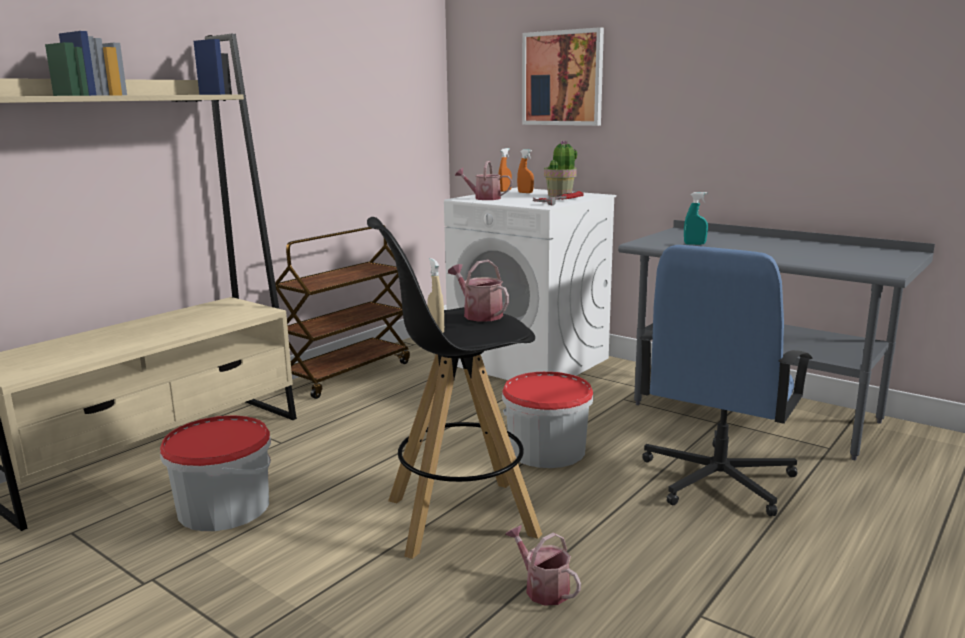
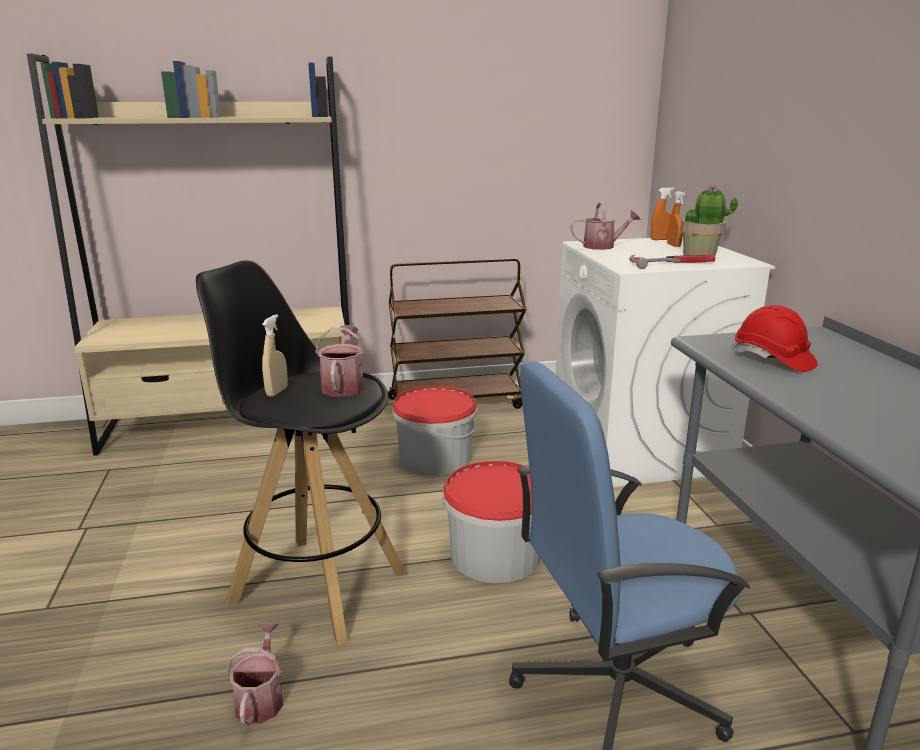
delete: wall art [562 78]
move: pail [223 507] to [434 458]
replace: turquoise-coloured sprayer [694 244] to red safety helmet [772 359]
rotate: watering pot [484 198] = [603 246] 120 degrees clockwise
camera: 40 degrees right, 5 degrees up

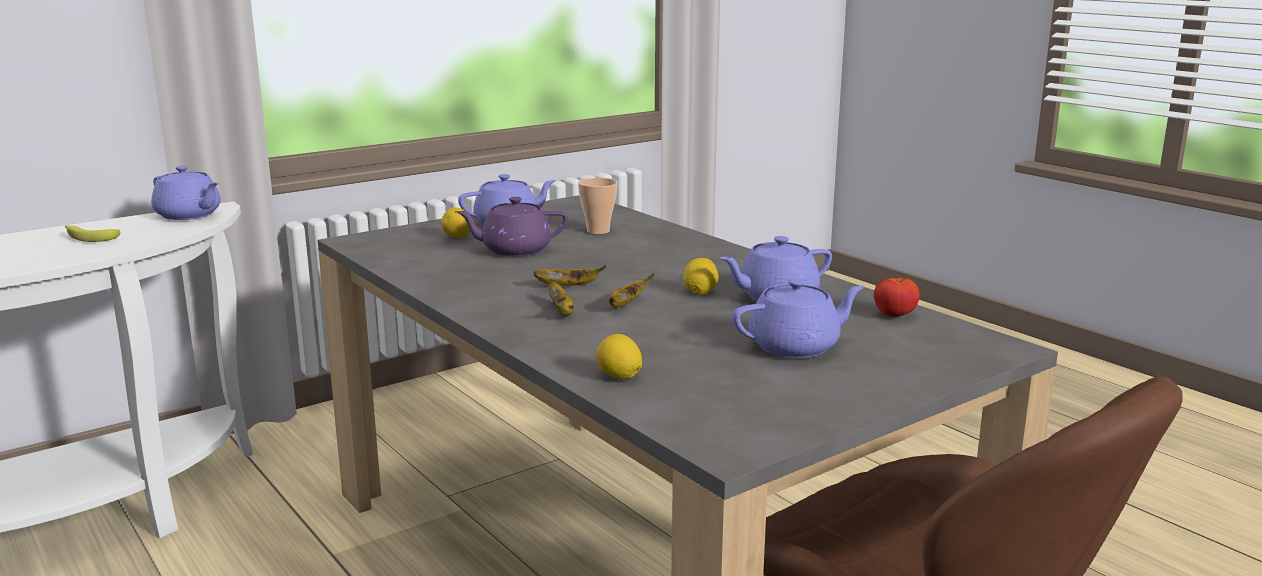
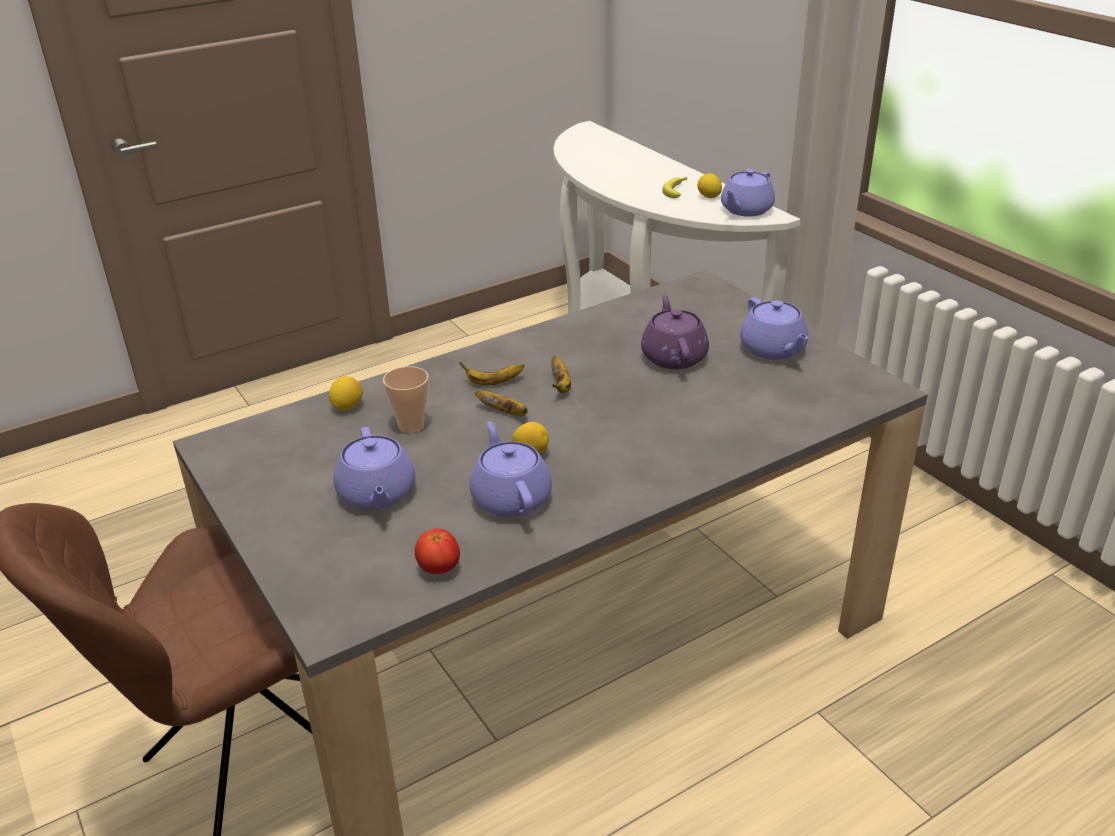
move: citrus fruit [458 237] to [709 197]; cup [598 231] to [411 426]
camera: 95 degrees right, 15 degrees up

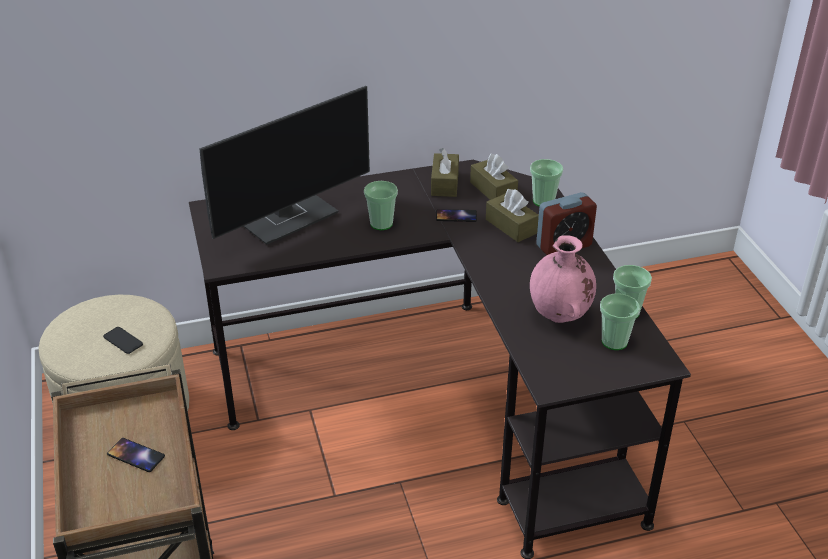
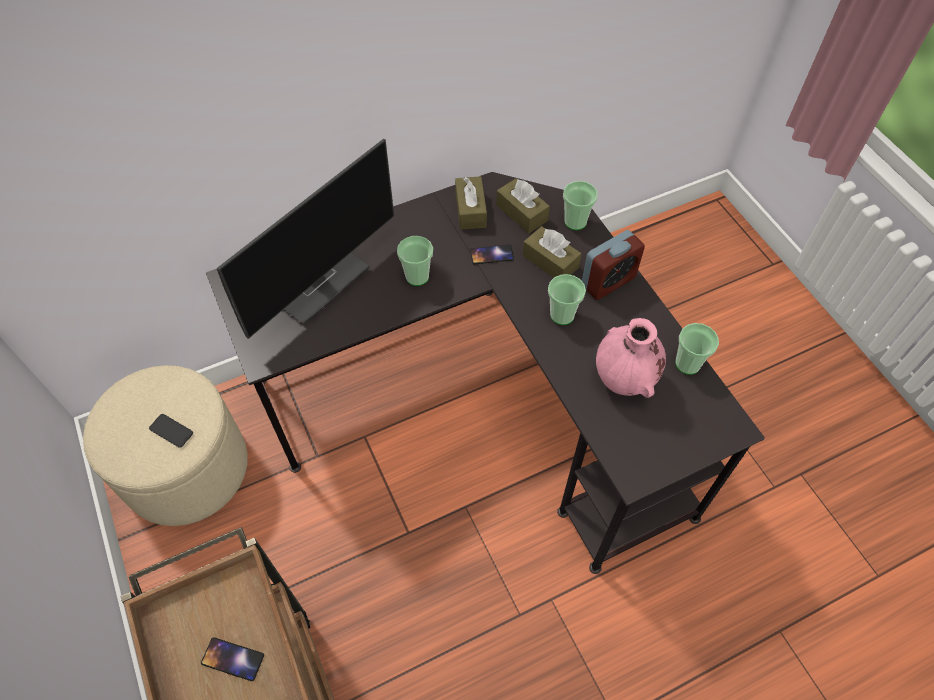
move: cup [614 341] to [562 315]
camera: 10 degrees left, 20 degrees up

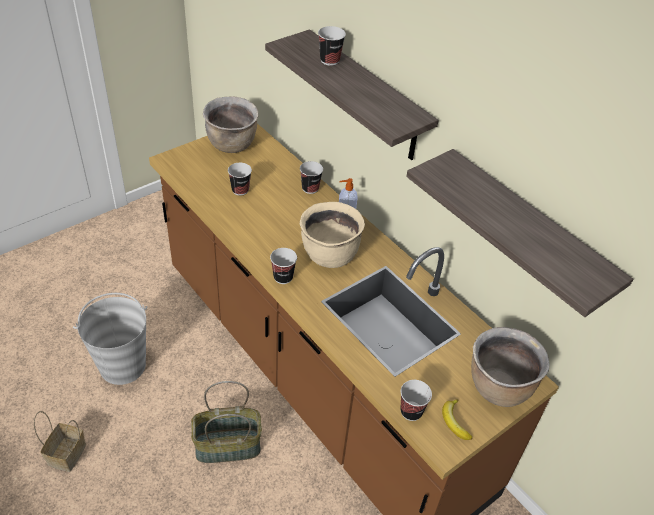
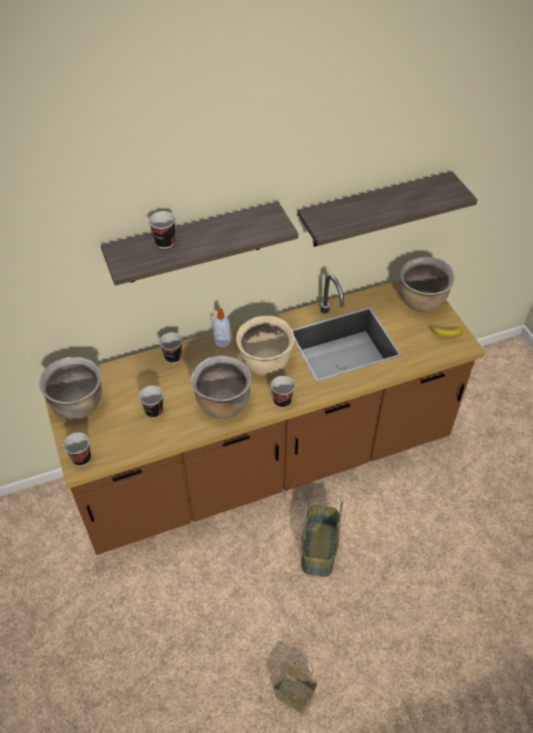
delete: gray pail [123 365]
insert: brownish stockpot [222 404]
move: cup [411 411] to [81 458]
camera: 70 degrees left, 5 degrees up

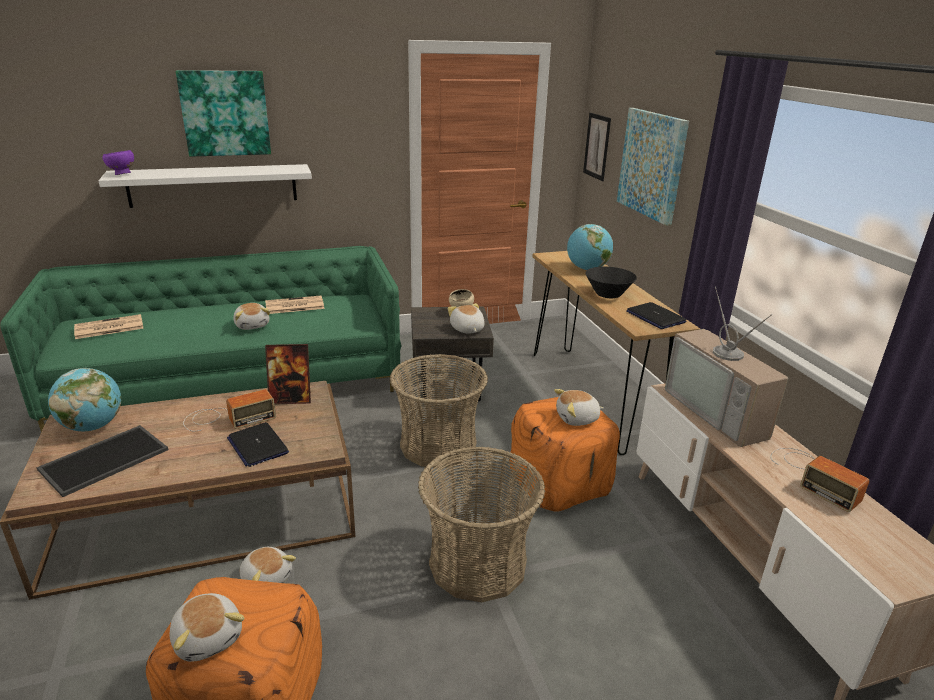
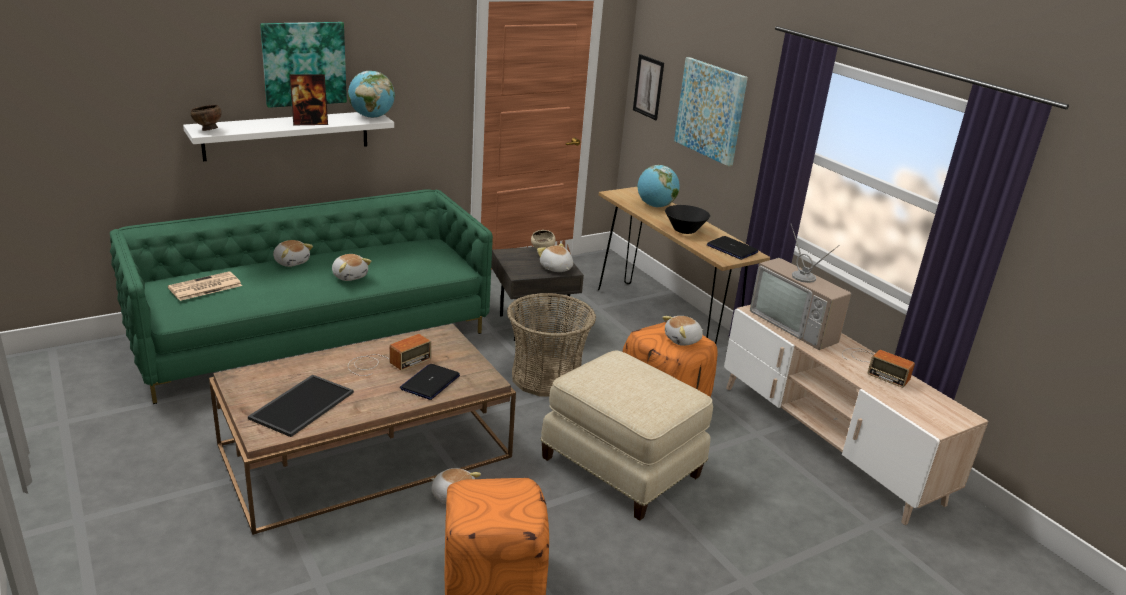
delete: newspaper [293 306]
move: world globe [92 426] to [371 117]; soft toy [209 637] to [292 262]; standing frame [291 399] to [310 123]
replace: storage basket [478 563] to beige pouffe [622 465]
recolor: purplish serving bowl [121 175] to brownish serving bowl [208 130]
rotate: portable computer [257 445] = [430 382] 75 degrees clockwise
camera: 15 degrees left, 0 degrees up

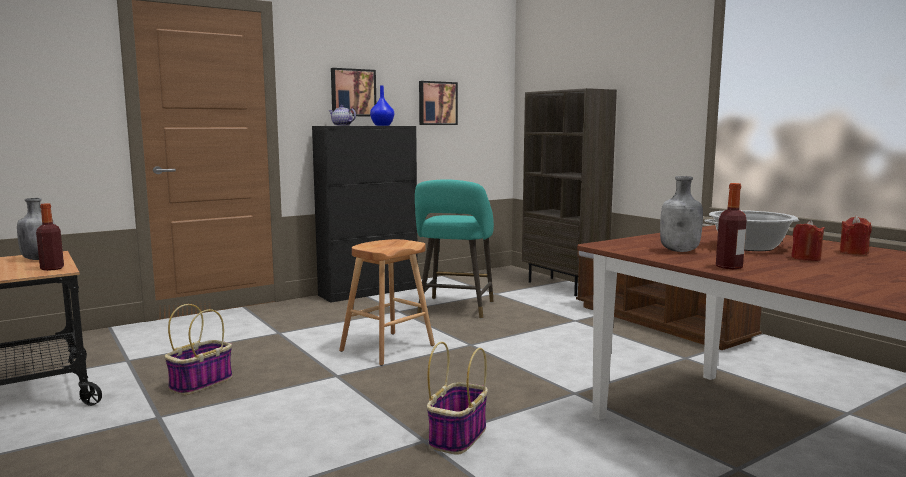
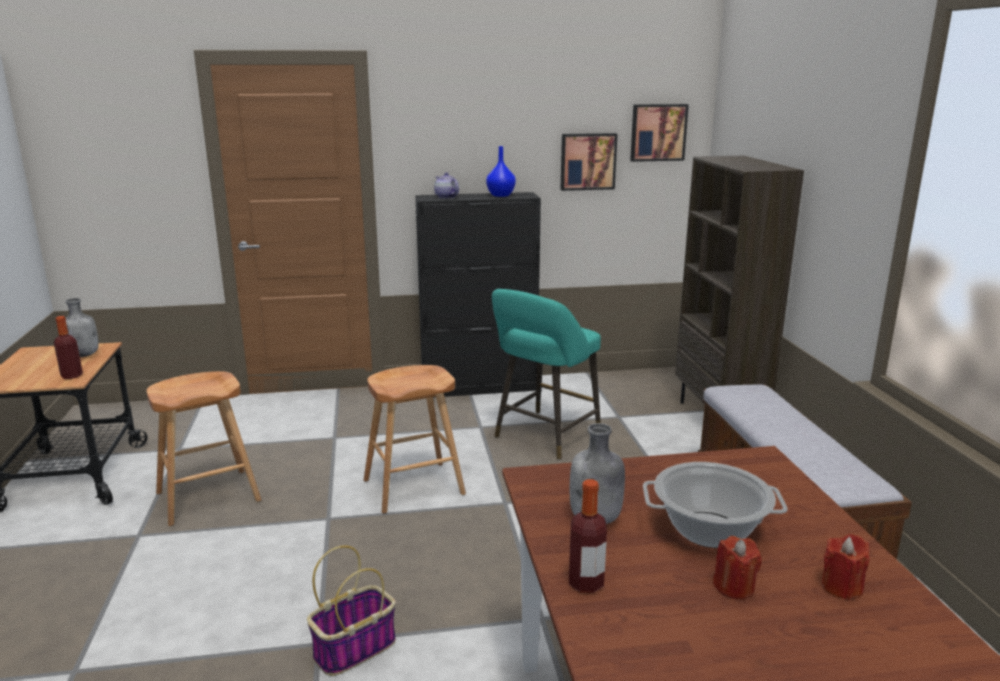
move: wall art [352 92] to [657 132]
replace: storage basket [201 383] to brownish stool [208 497]
camera: 25 degrees right, 10 degrees up

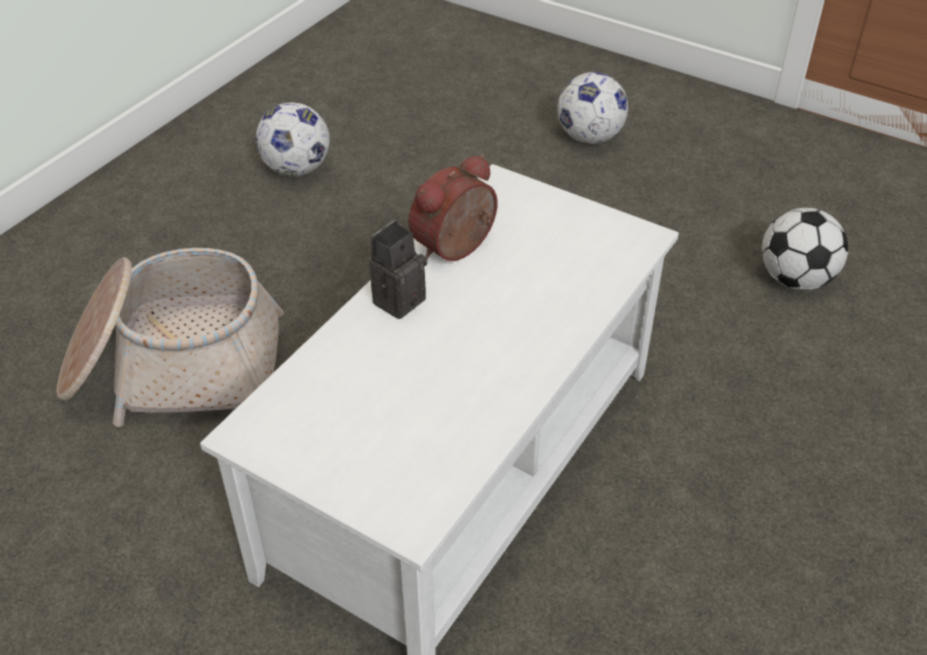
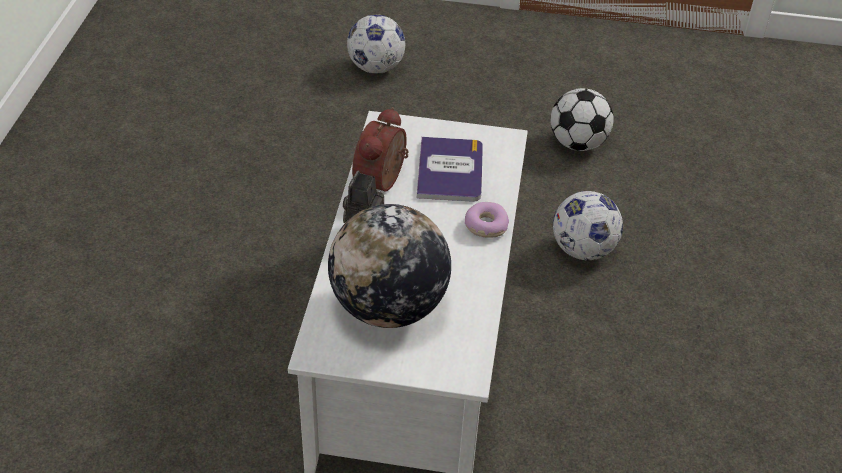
delete: storage basket [175 367]
insert: world globe [389 307]; bound book [450 170]; donut [485 225]
move: football [296 169] to [582 250]
camera: 25 degrees left, 0 degrees up

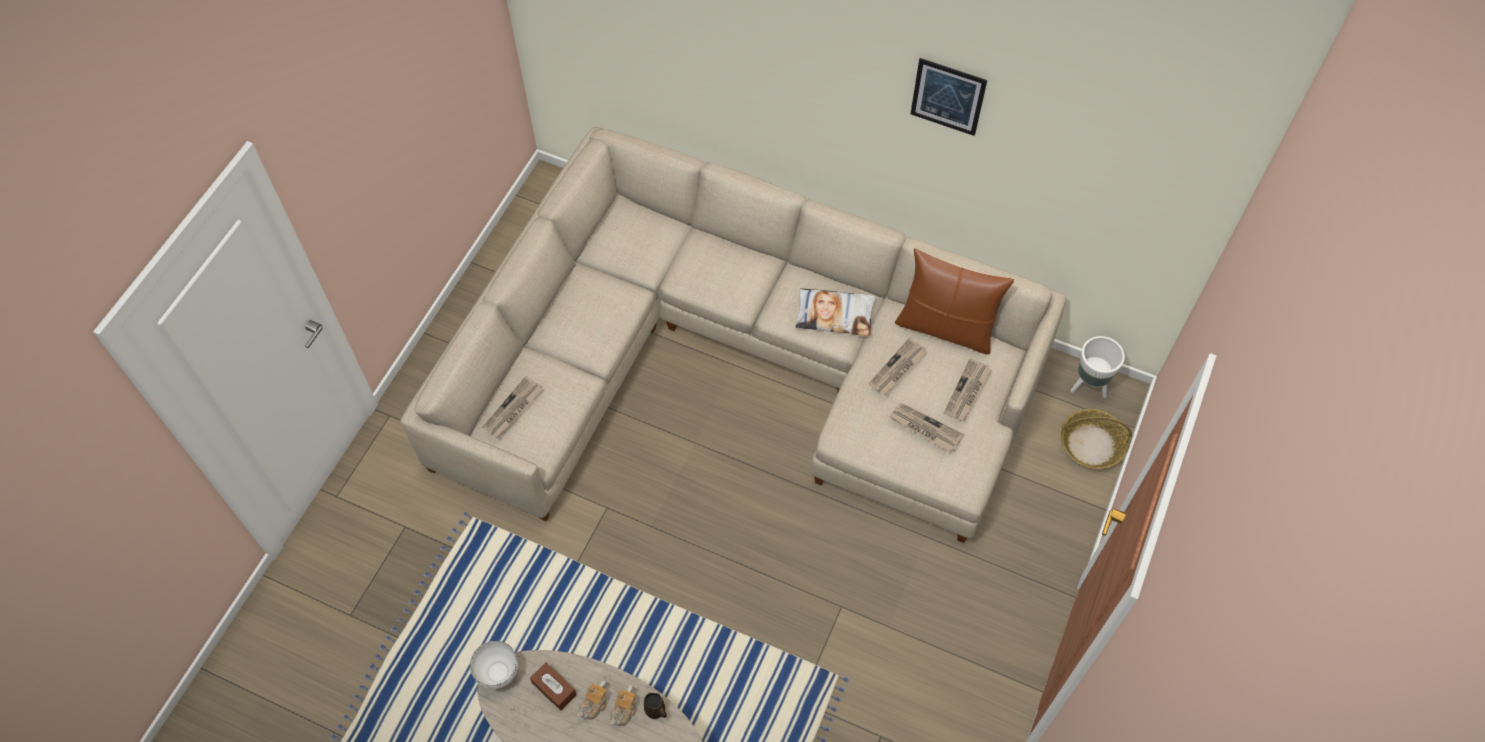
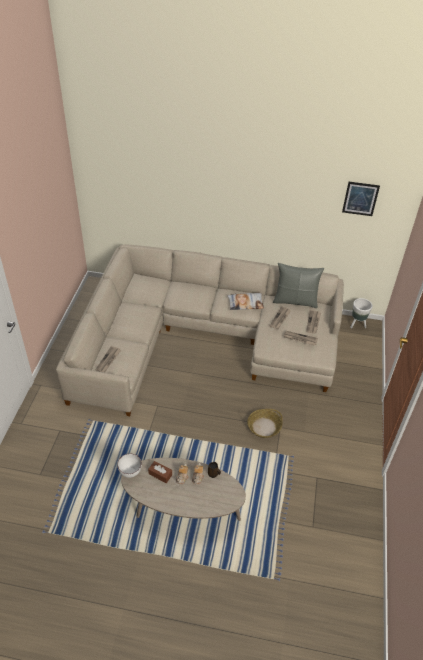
move: wall art [948 96] to [360 198]; storage basket [1091 444] to [264 427]
recolor: brownish throw pillow [946 327] to gray throw pillow [295 301]
camera: 15 degrees left, 15 degrees down

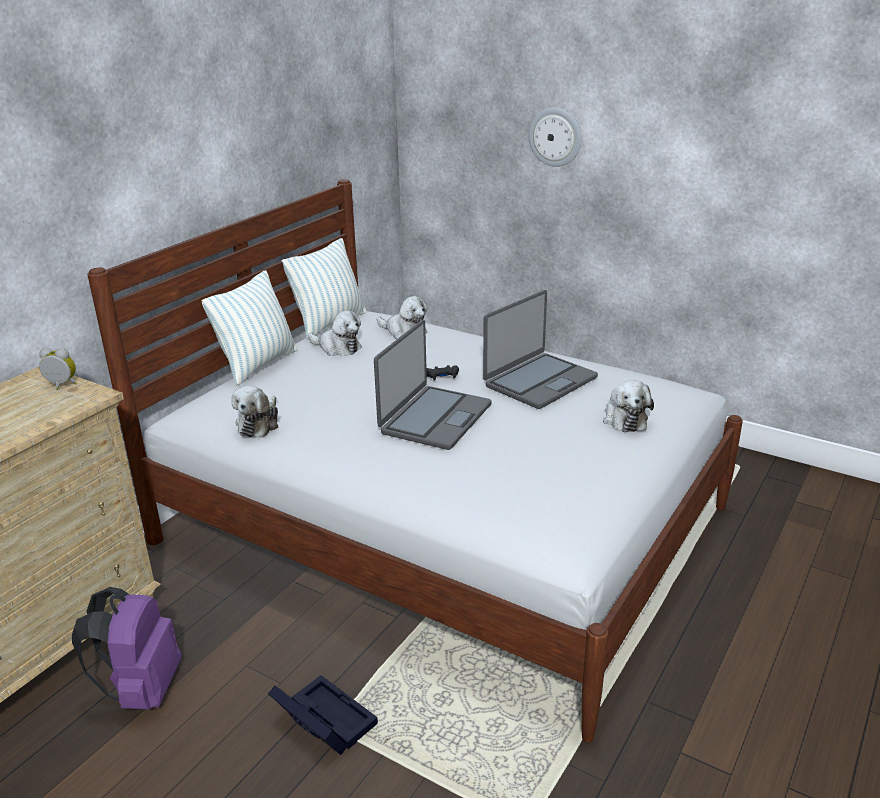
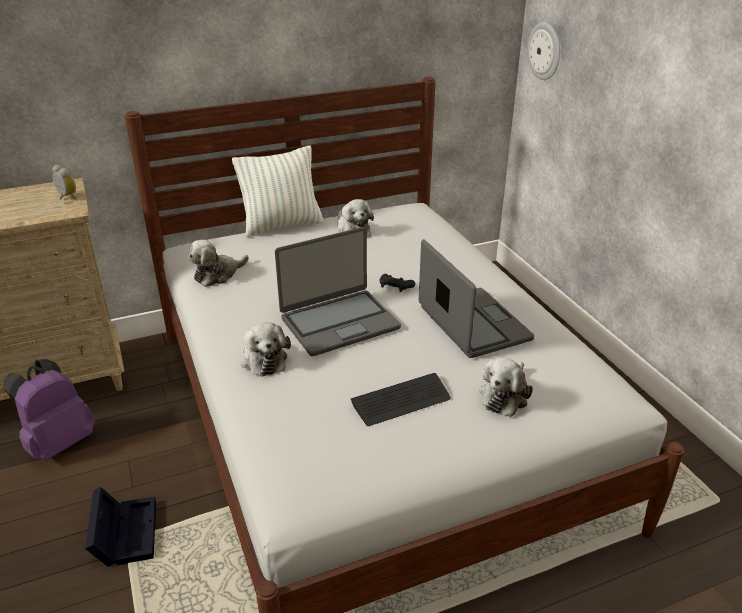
delete: throw pillow [329 323]
insert: PC keyboard [401 401]
move: soft toy [404 332] to [264 359]; wall clock [555 137] to [545 51]
rotate: portable computer [539 381] = [472 324] 105 degrees counterclockwise
camera: 35 degrees right, 5 degrees up

